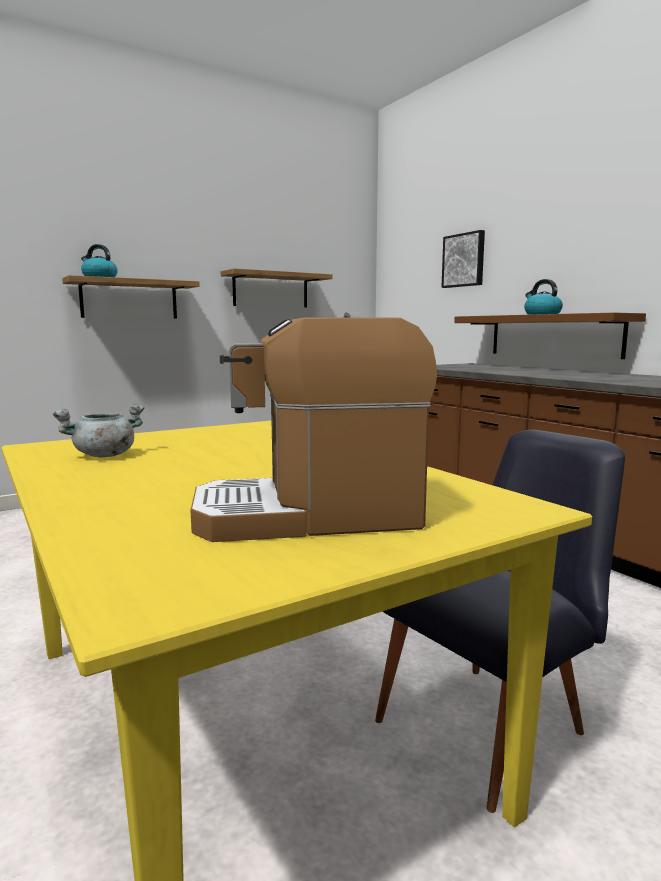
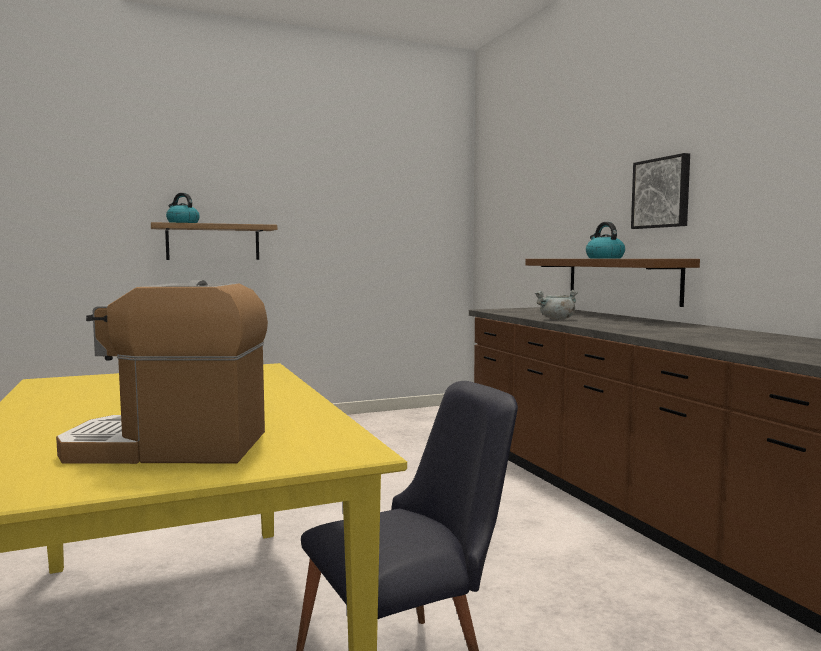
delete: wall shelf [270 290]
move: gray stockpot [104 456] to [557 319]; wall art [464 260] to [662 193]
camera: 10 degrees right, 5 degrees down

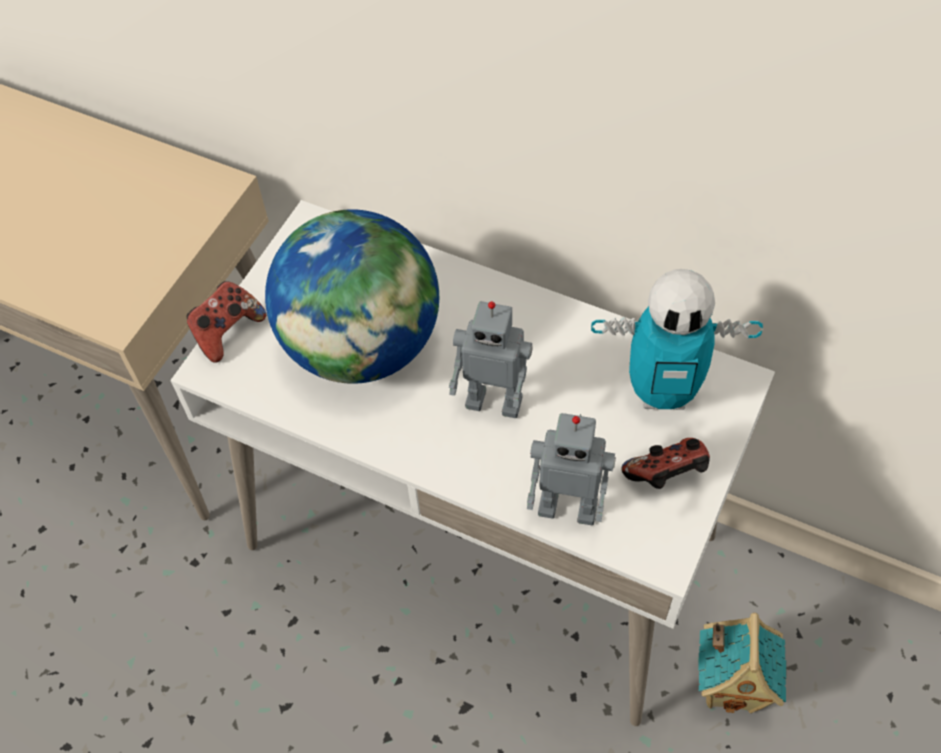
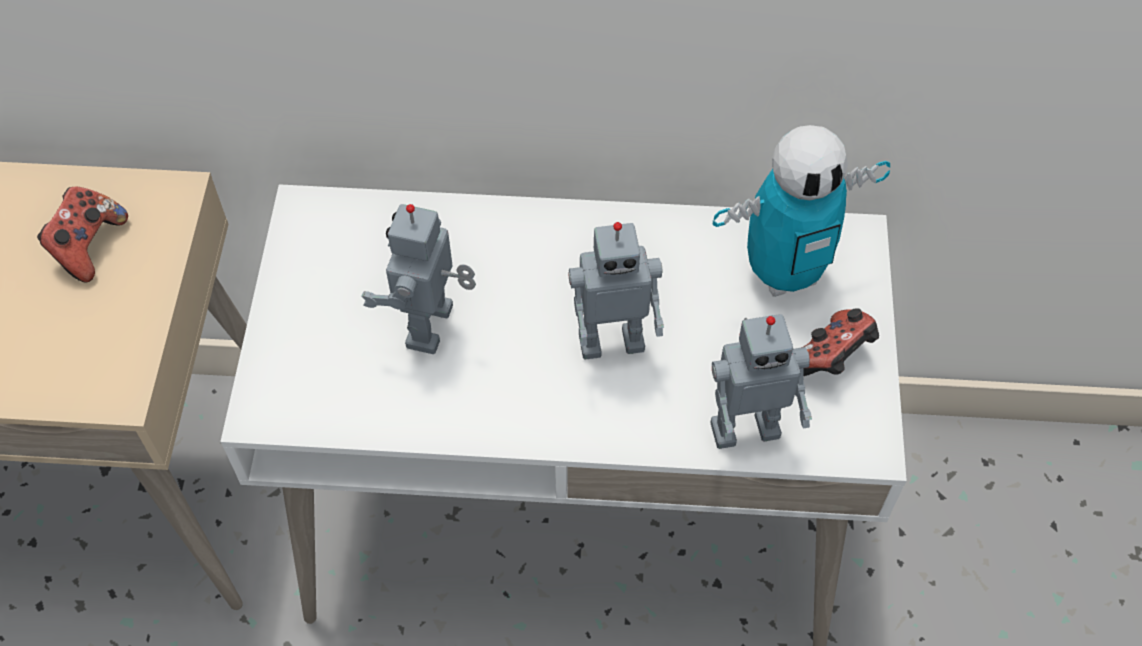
delete: toy house [731 686]
move: joypad [227 331] to [88 246]
replace: world globe [363 345] to robot figure [433 327]
camera: 25 degrees left, 0 degrees up

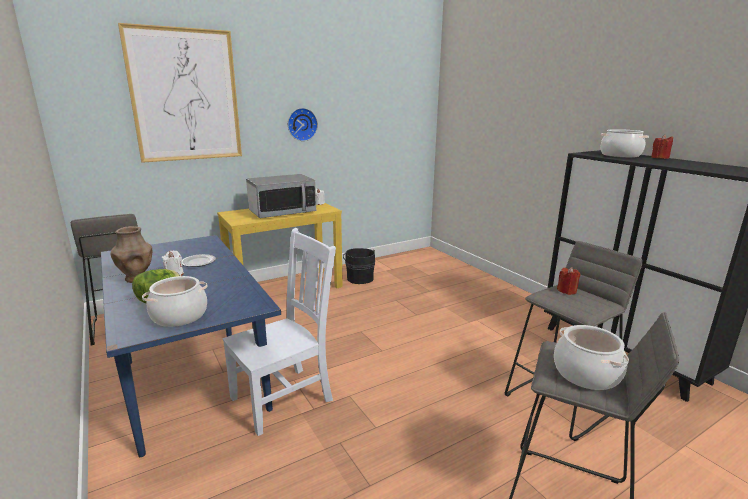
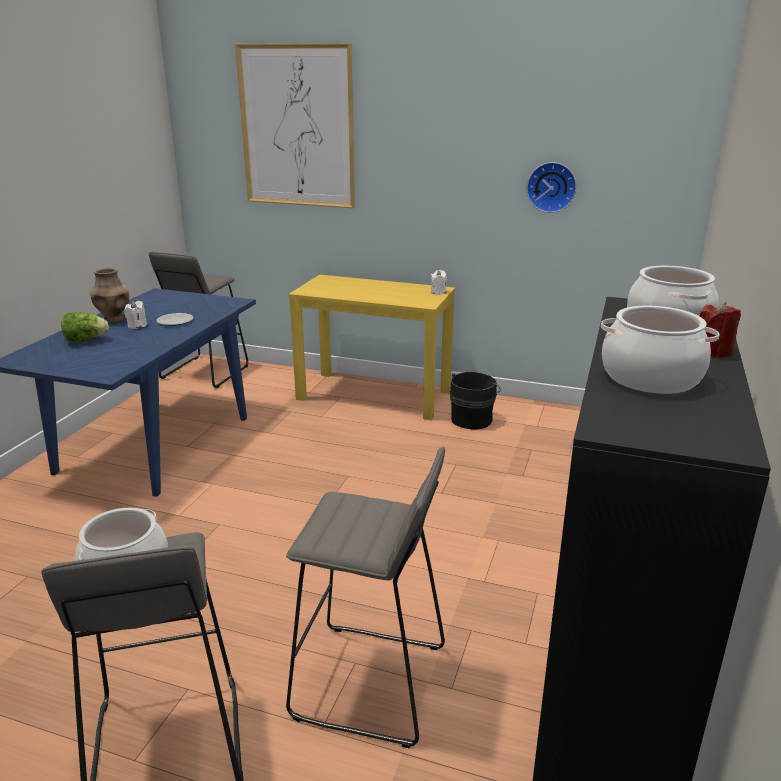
delete: whitish upright chair [285 397]; microwave oven [282 212]; red candle [567 291]
move: stockpot [179 315] to [651 377]; wall clock [301 124] to [551 187]
camera: 50 degrees right, 5 degrees up

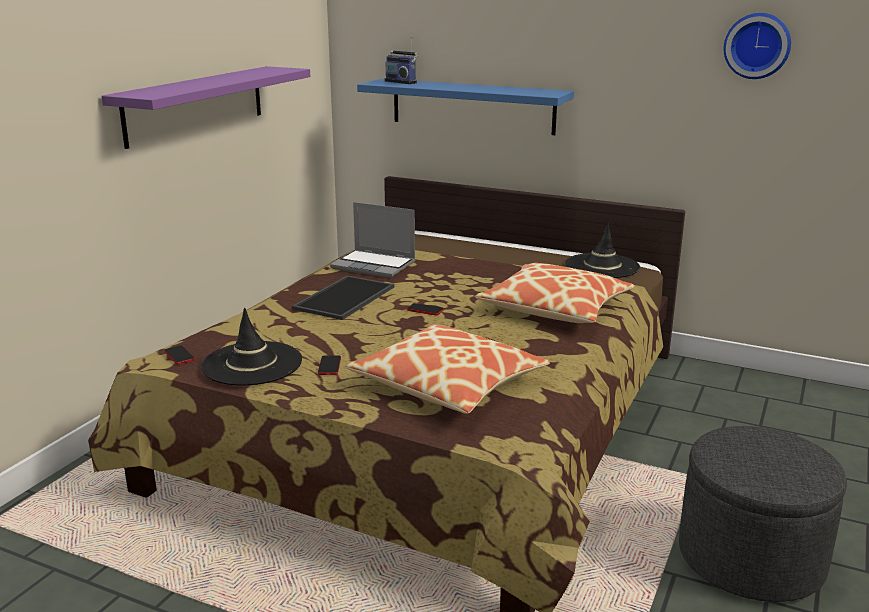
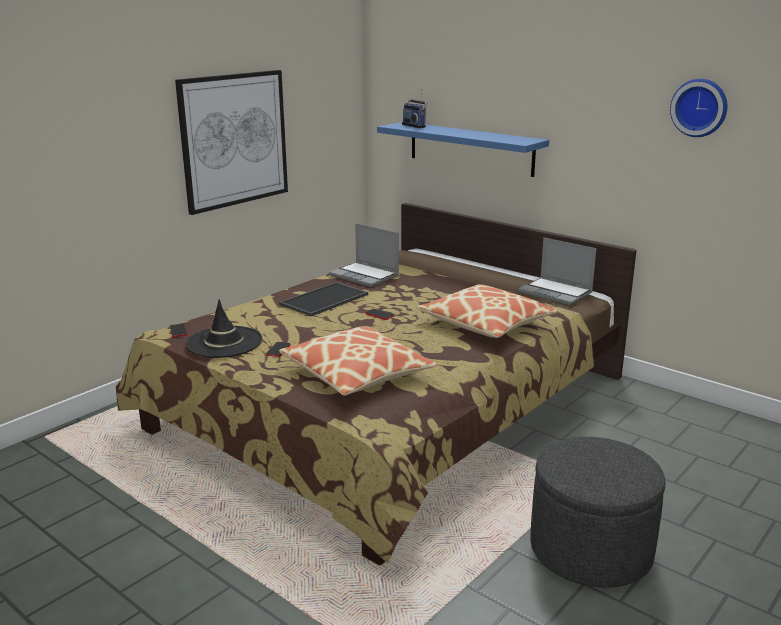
replace: purplish wall shelf [196 104] to wall art [234 140]; black-coloured wearable hat [602 266] to portable computer [556 292]
camera: 15 degrees right, 0 degrees up

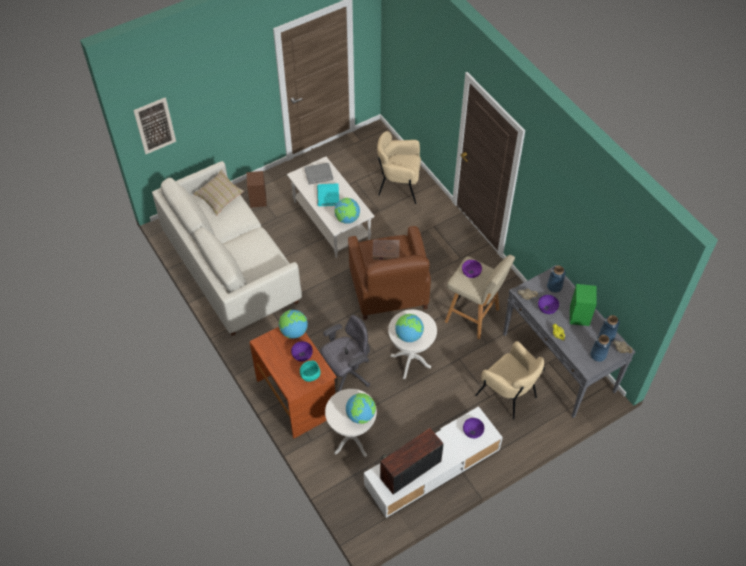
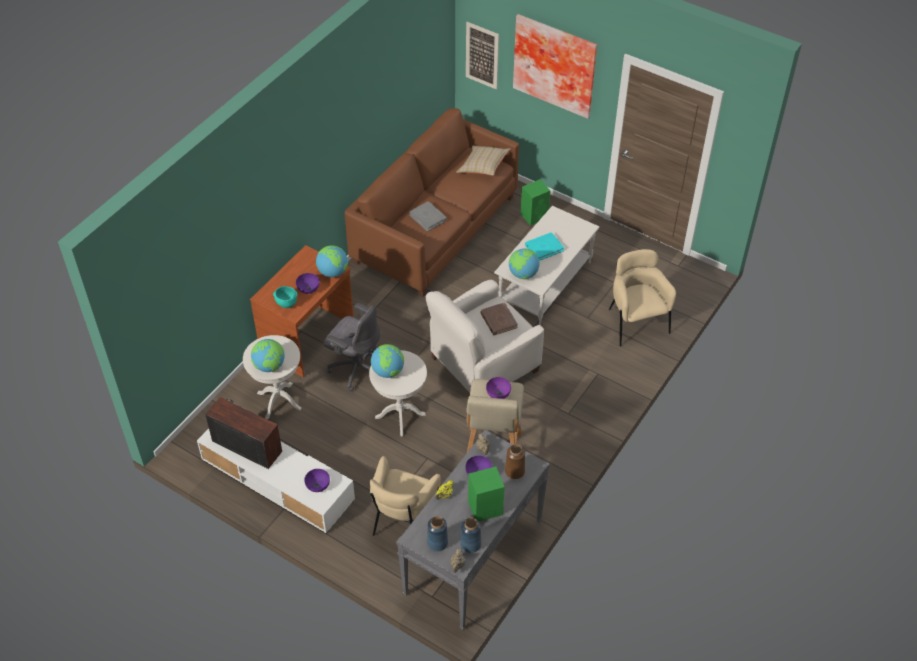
insert: wall art [555 64]
move: gray bound book [318 174] to [428 217]
recolor: whitish sofa [231 268] to brownish sofa [434 230]; brownish loudspeaker [258 199] to green-coloured loudspeaker [534 215]; brownish lounge chair [389 290] to whitish lounge chair [483 365]; blue flower vase [554 287] to brownish flower vase [514 471]
camera: 65 degrees right, 5 degrees down

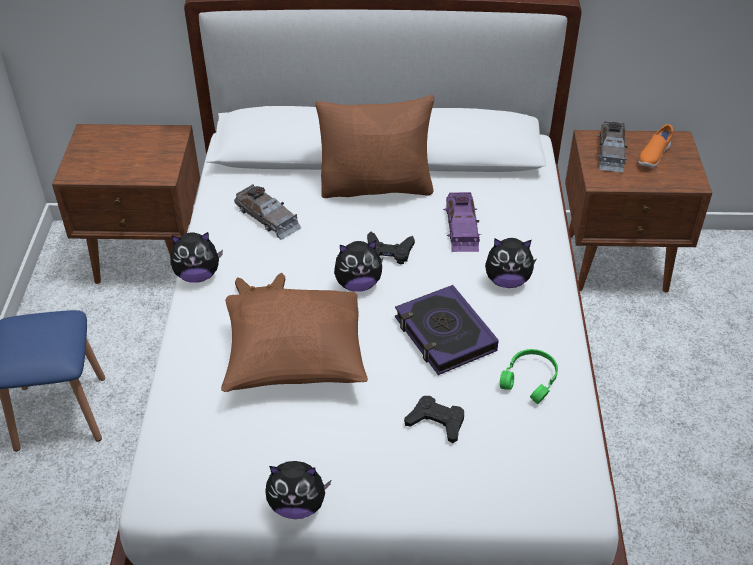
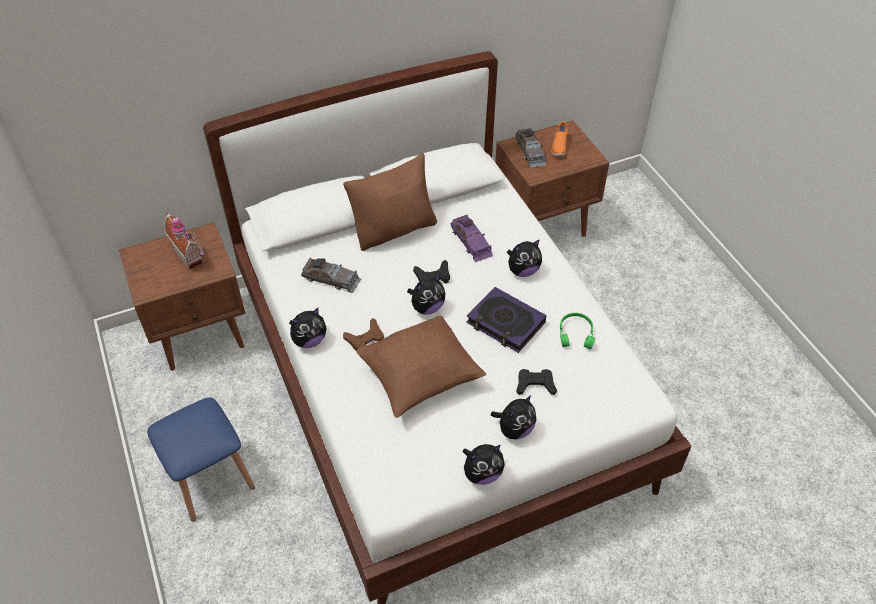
insert: toy house [191 255]; soft toy [514 429]
camera: 25 degrees left, 5 degrees up

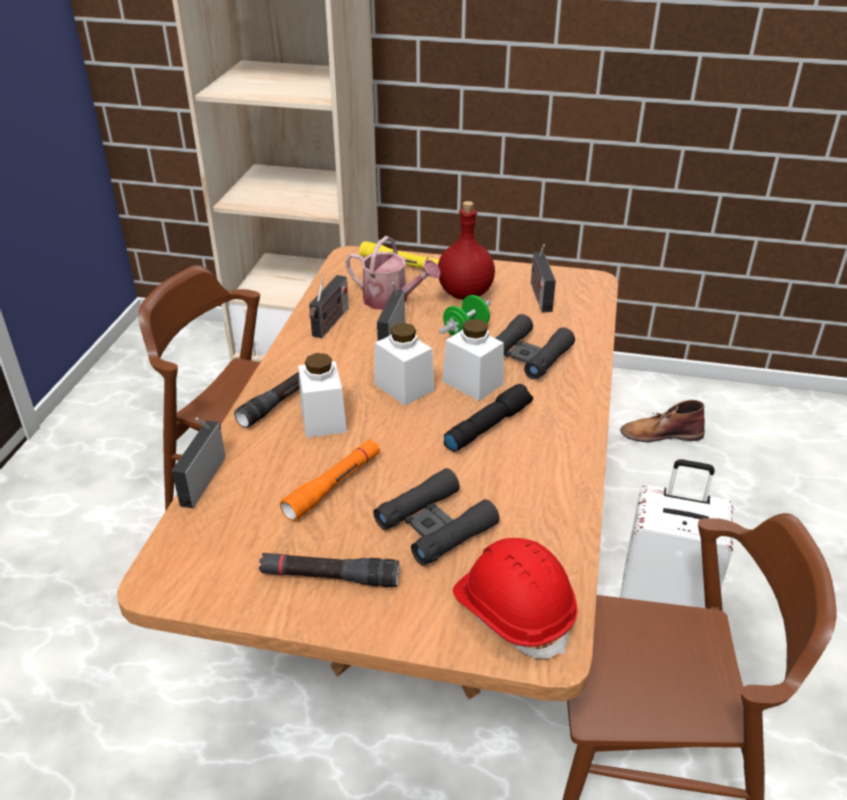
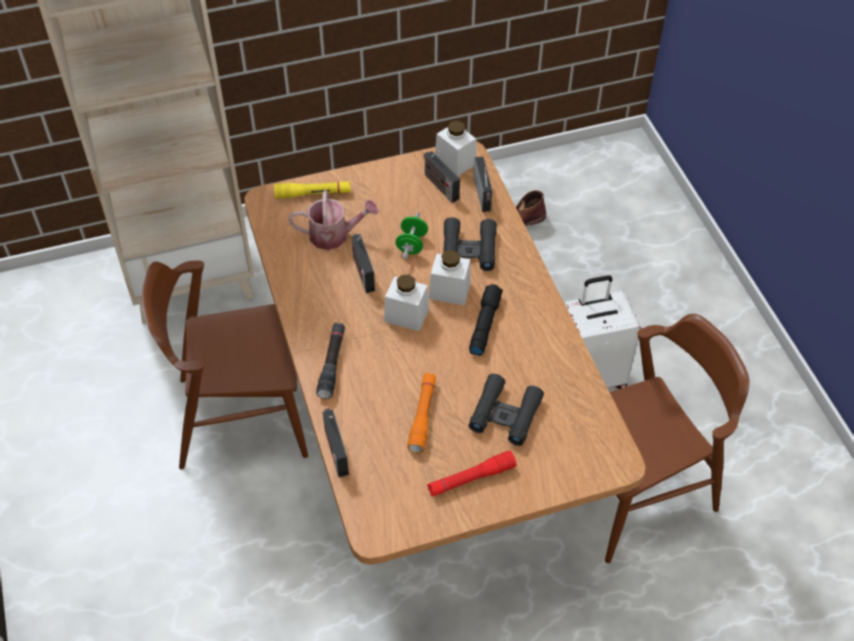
delete: red beverage bottle [465 293]; red safety helmet [513 611]
move: whitish jar [323 419] to [455 161]; radio [330 323] to [483 196]
recolor: black-coloured hand torch [329 577] to red hand torch [471 478]
camera: 30 degrees left, 15 degrees up

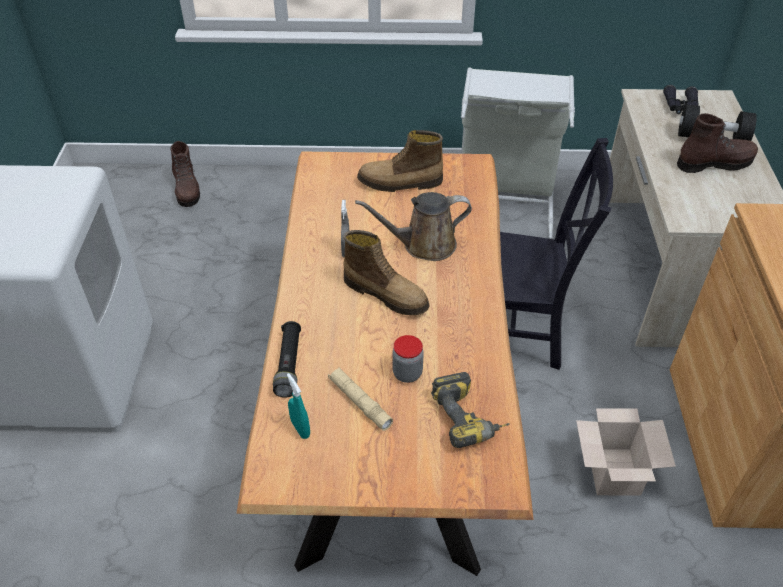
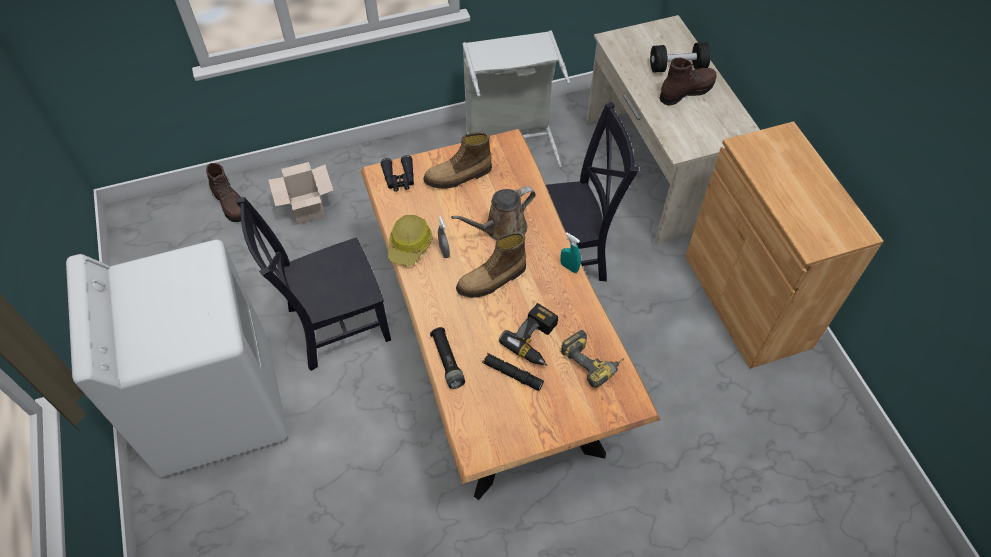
insert: black-coloured upright chair [334 325]; safety helmet [410 245]
move: turquoise-coloured sprayer [300 429] to [569 267]; cardboard box [612 471] to [306 207]; black-coloured binoculars [680 107] to [399 178]
replace: jar [407 373] to electric drill [536 341]
recolor: beige hand torch [360 402] to black-coloured hand torch [512 374]
rotate: tall boot [386 294] = [492 280] 135 degrees clockwise
camera: 20 degrees left, 10 degrees up

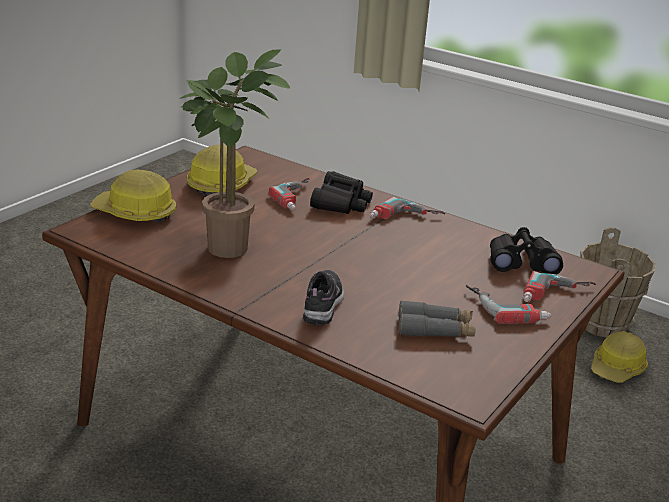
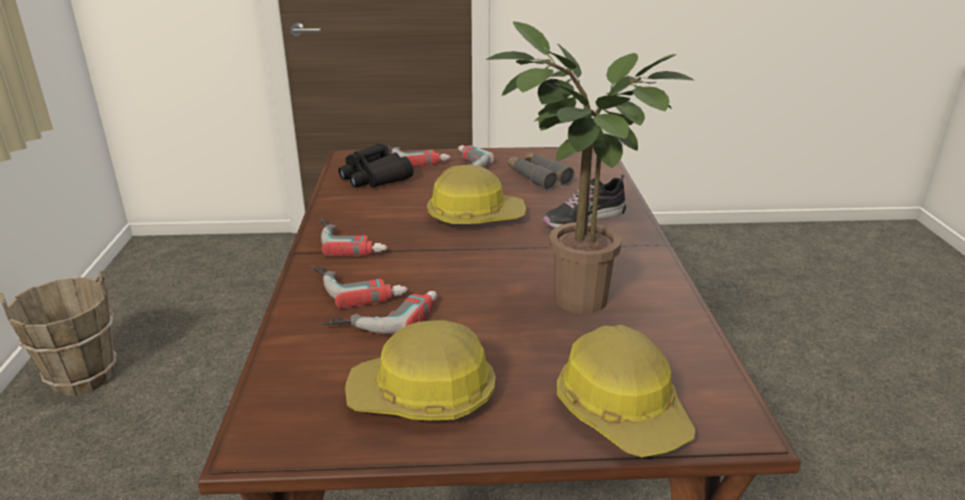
move: safety helmet [617 368] to [475 216]
replace: black-coloured binoculars [341 203] to electric drill [359 286]
camera: 125 degrees left, 0 degrees up

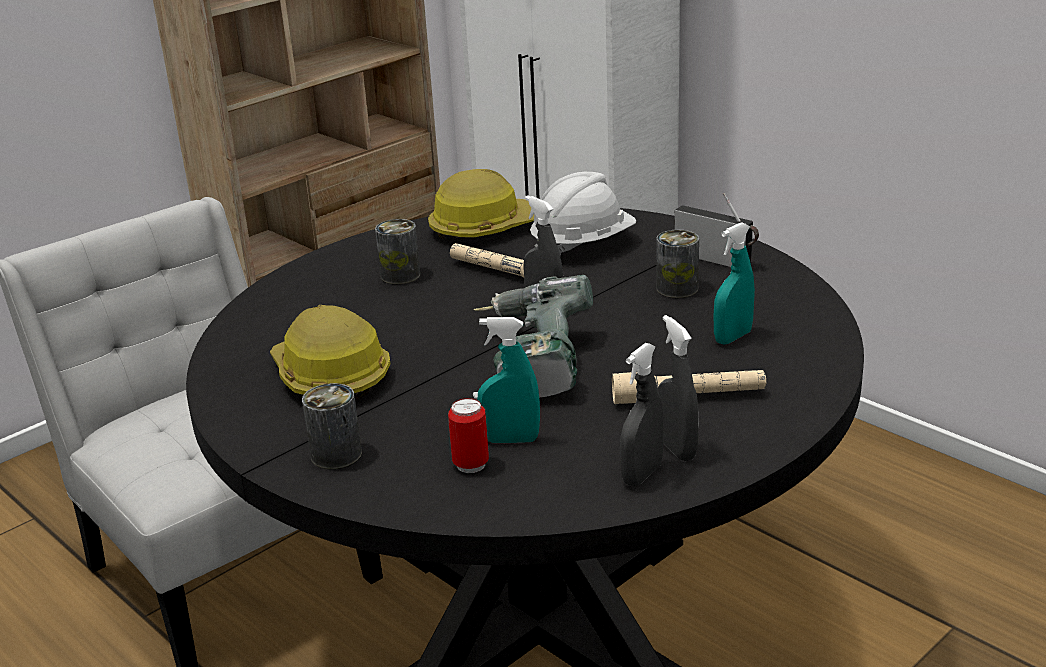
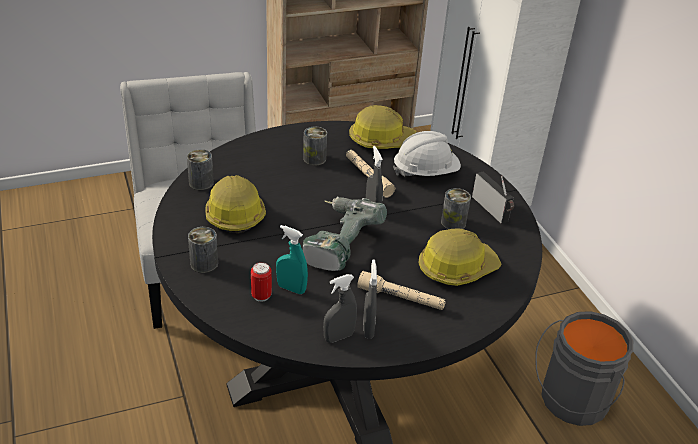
insert: sealed can [201 183]; gray pail [571 400]
replace: turquoise-coloured sprayer [733 337] to safety helmet [456 268]
camera: 20 degrees right, 10 degrees up

